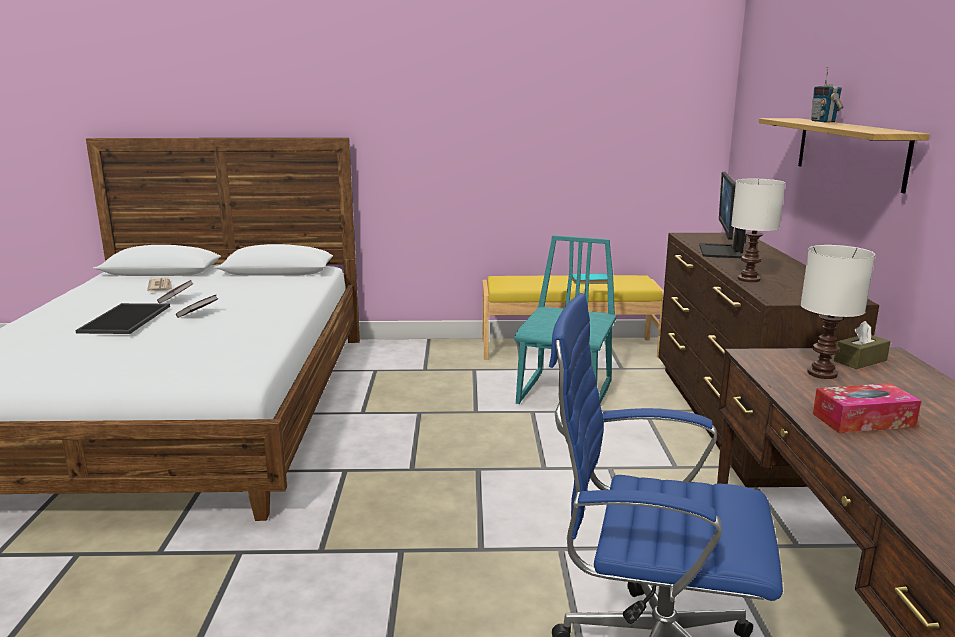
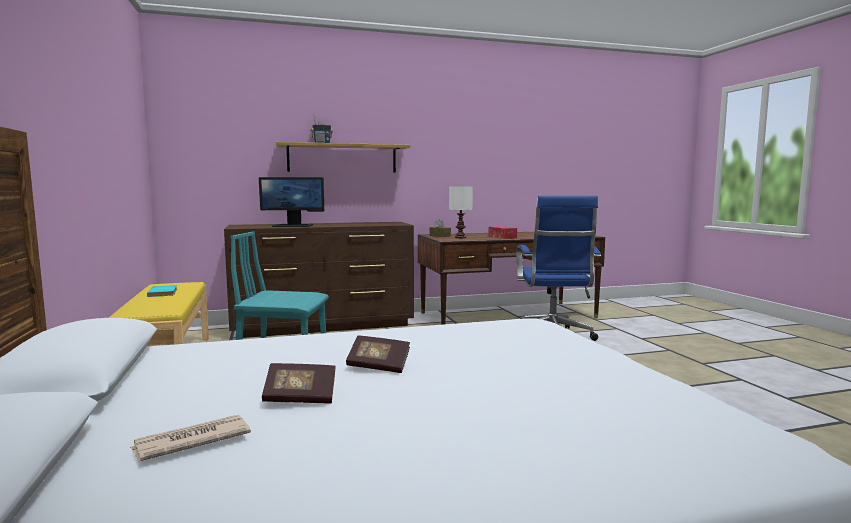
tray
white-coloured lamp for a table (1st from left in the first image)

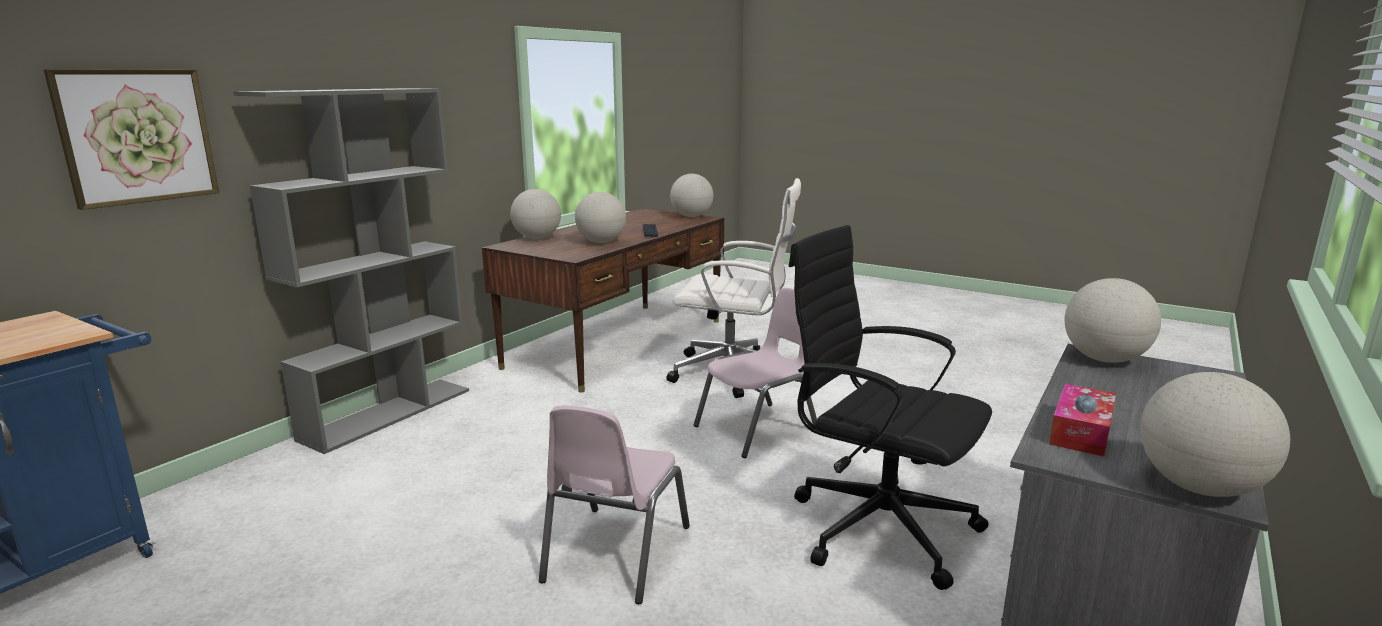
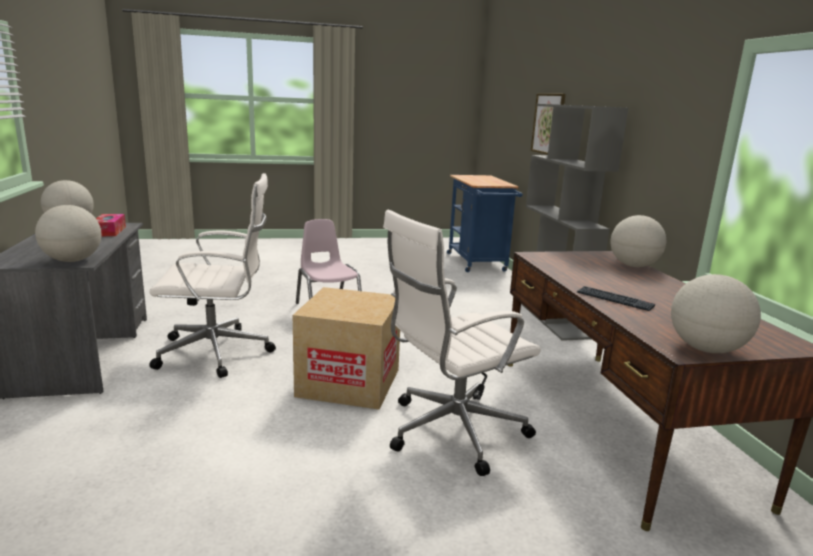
white-coloured office chair (1st from left)
cardboard box
desk globe (2nd from left in the first image)

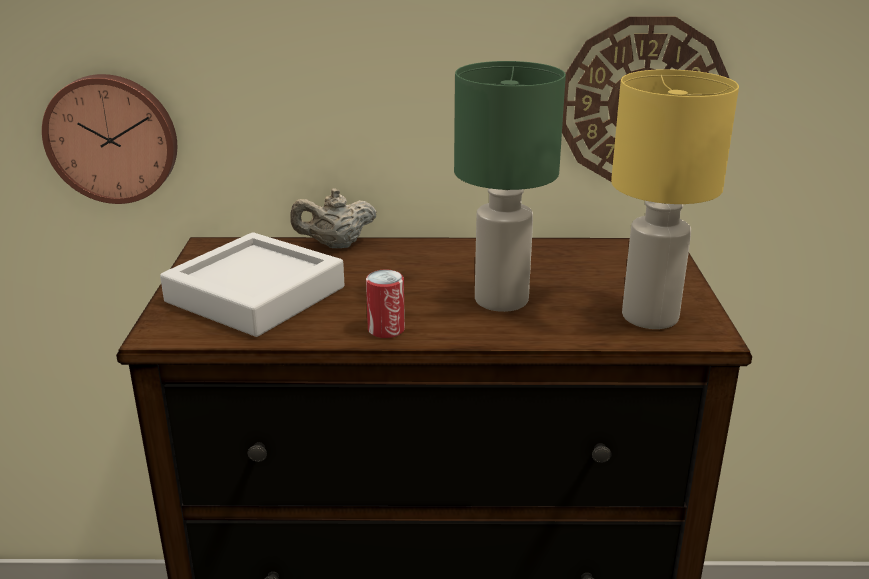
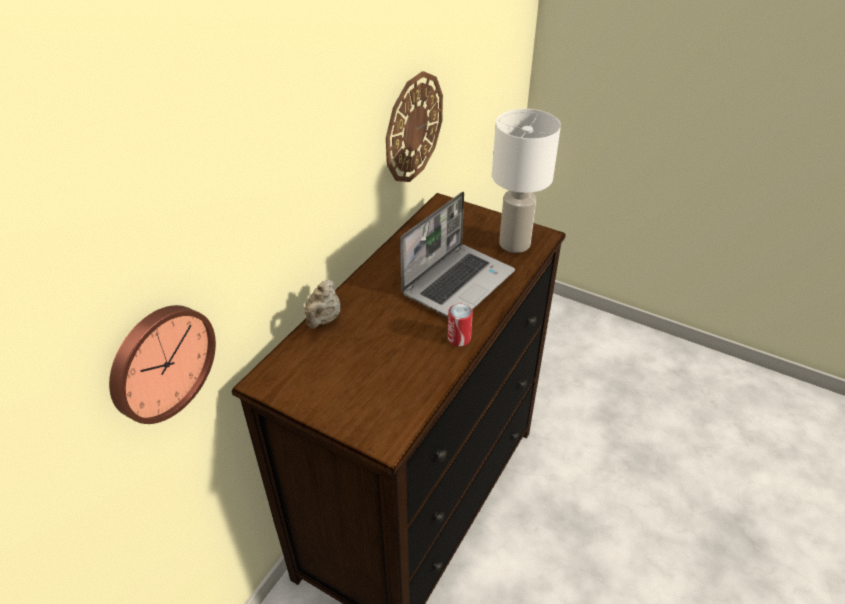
laptop
white-coloured lamp for a table
gray tray

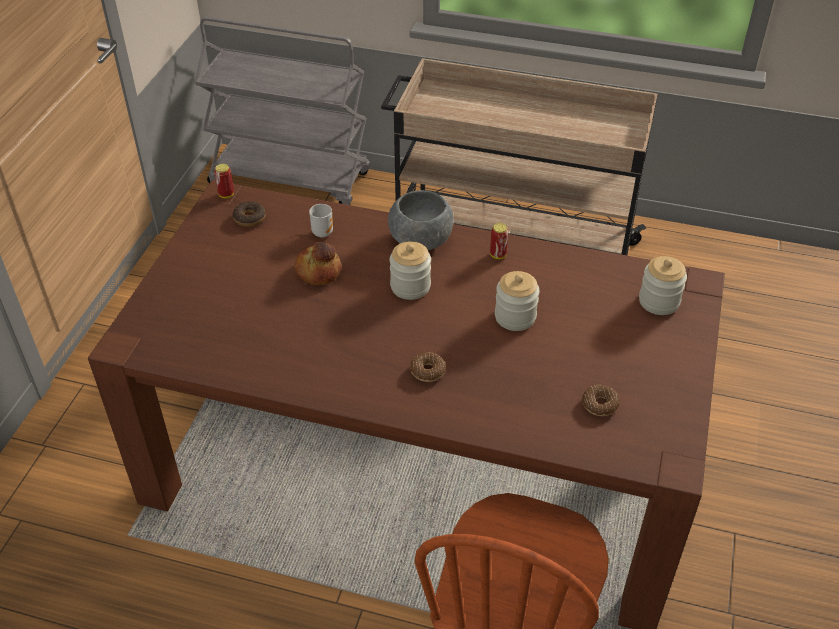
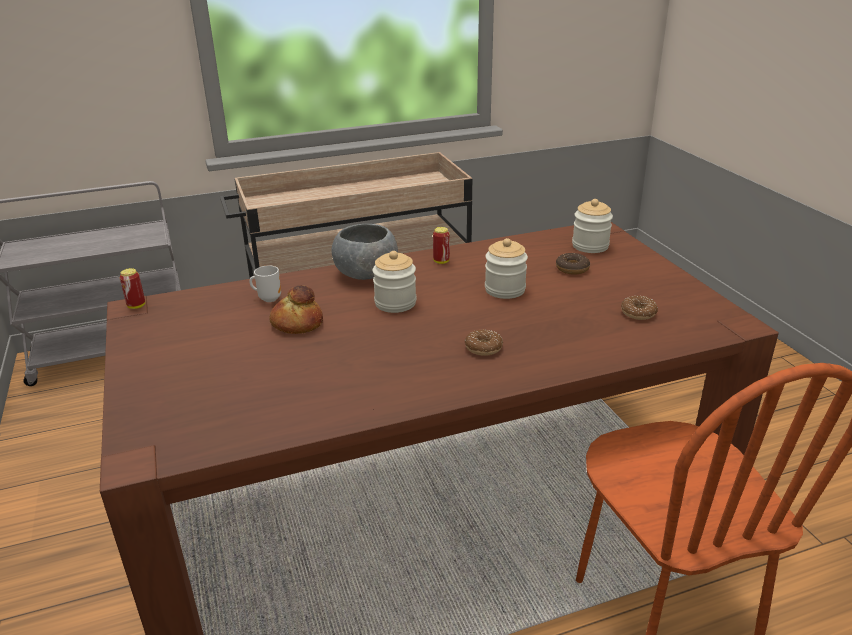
ring doughnut (2nd from left)

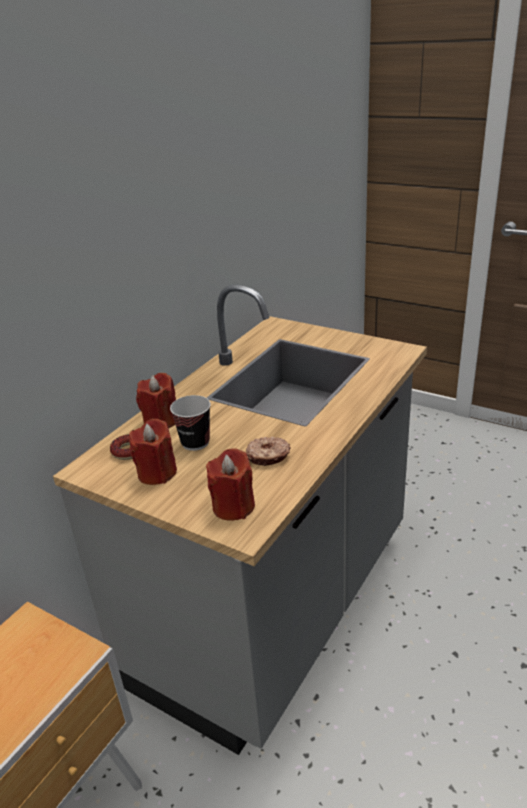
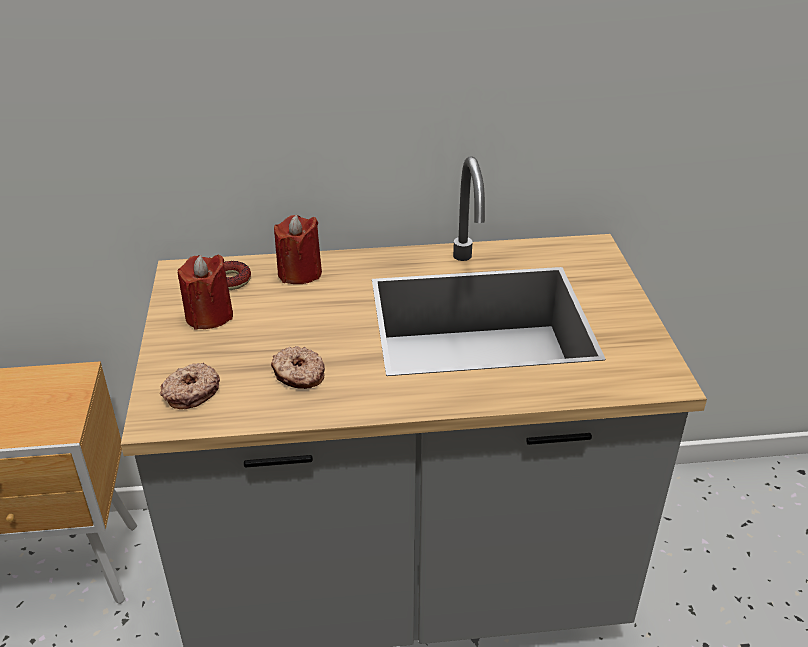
ring doughnut (1st from left)
small cup

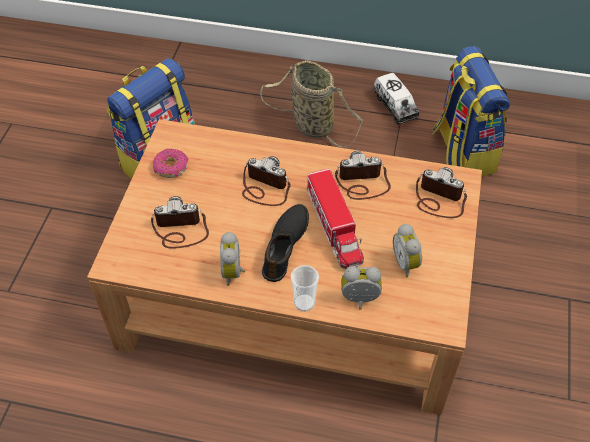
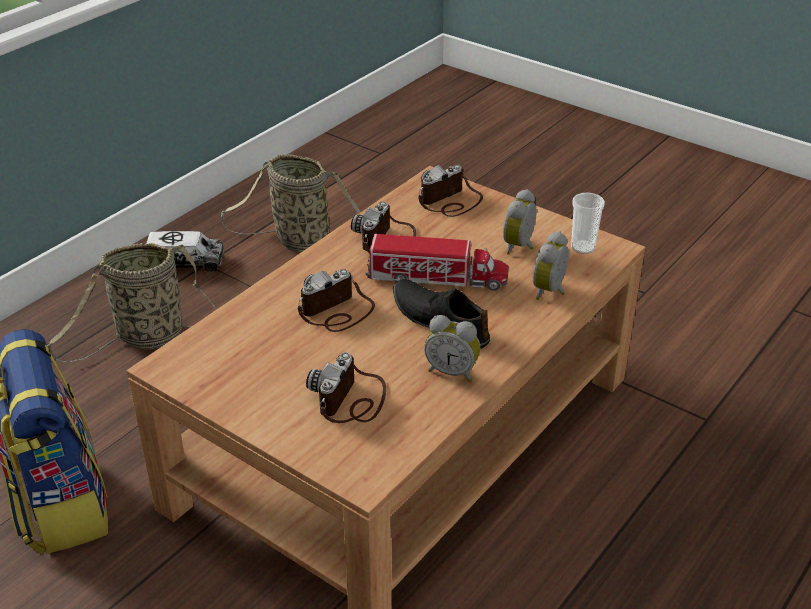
basket (2nd from left)
table clock (2nd from left)
small cup
ring doughnut

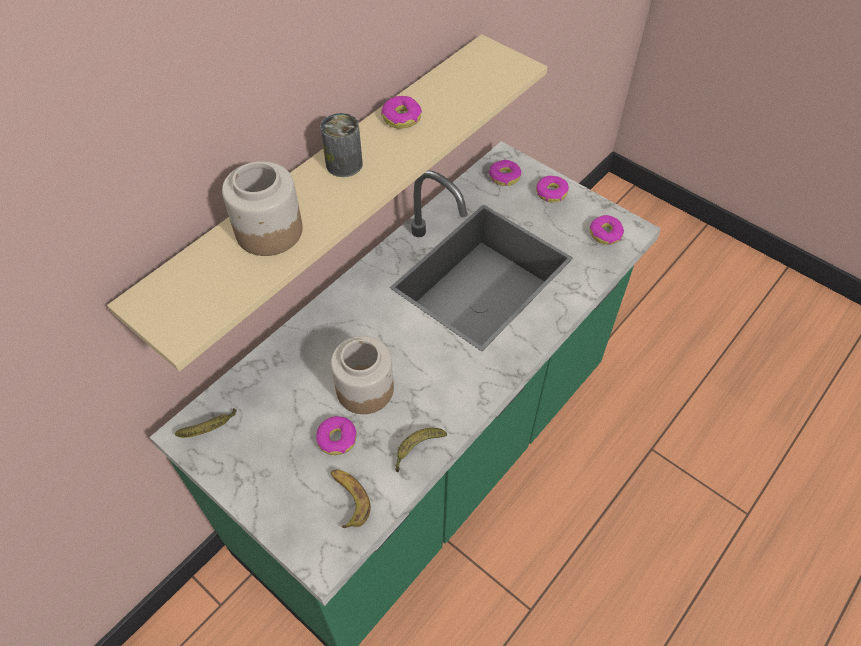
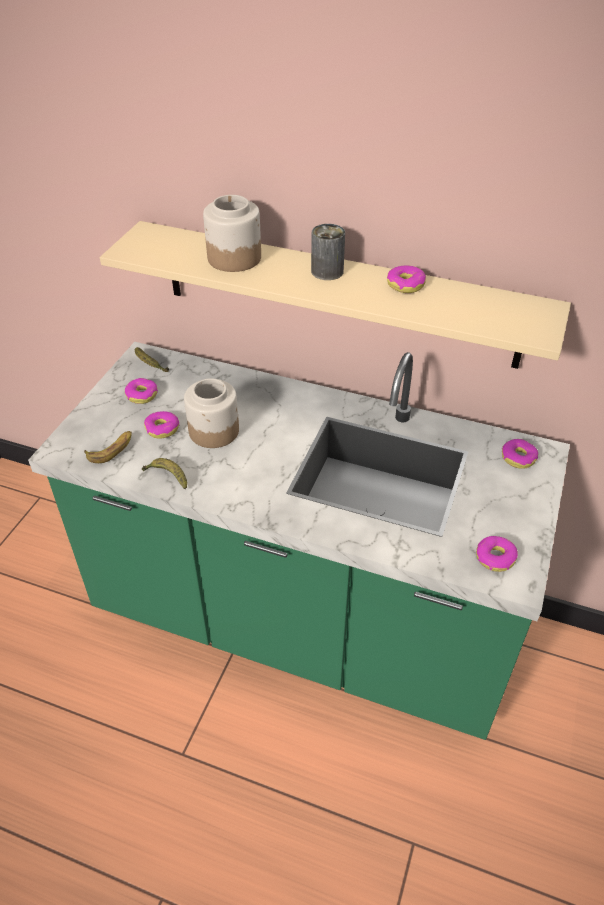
ring doughnut (1st from left)

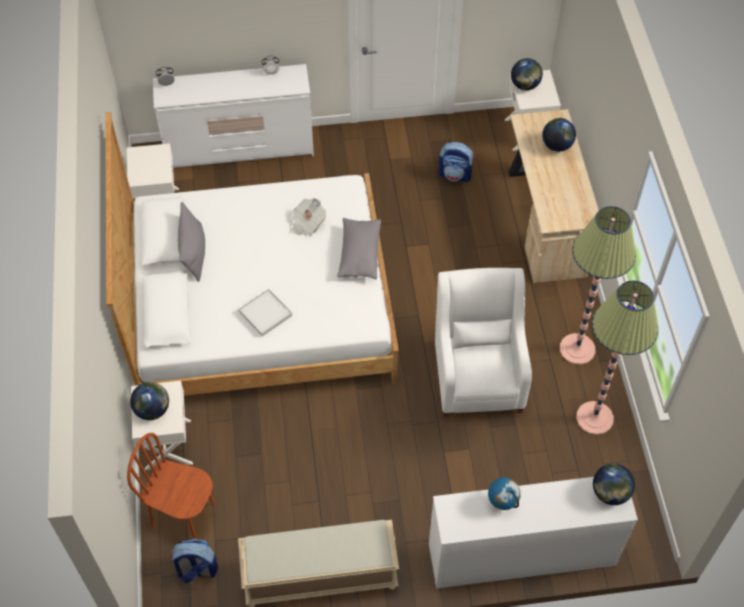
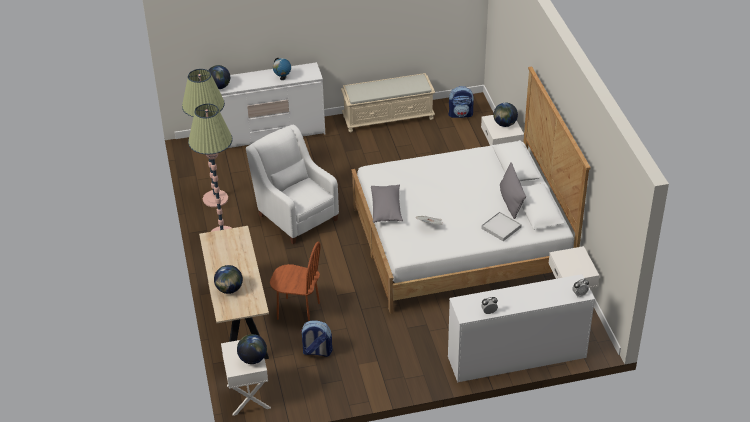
white-coloured armchair
brown-coloured chair
white-coloured tray

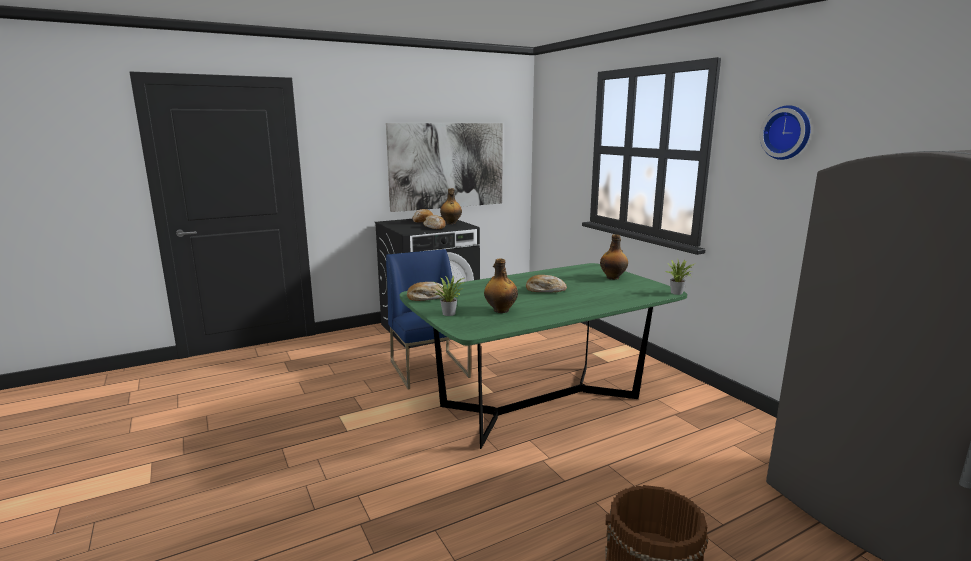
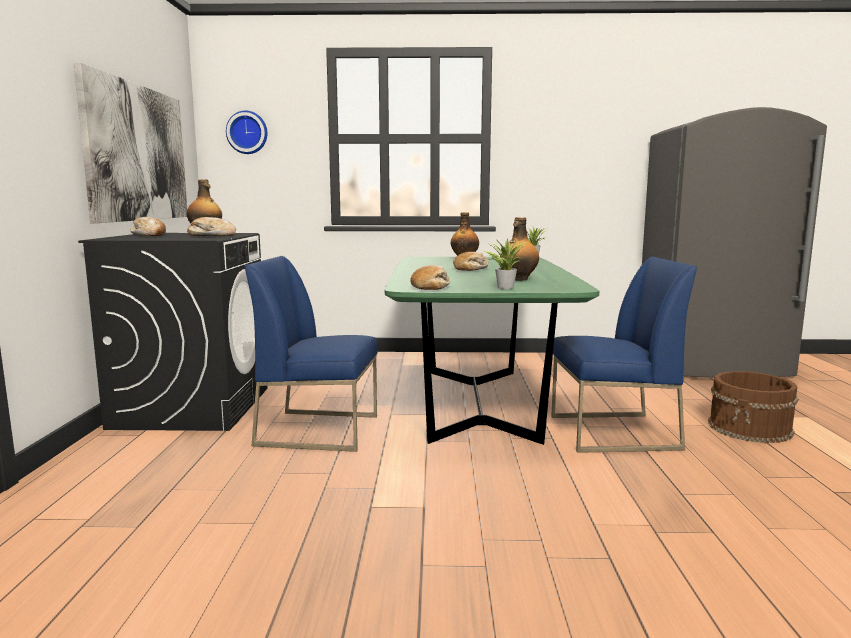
hanging clock
blue chair (2nd from left)

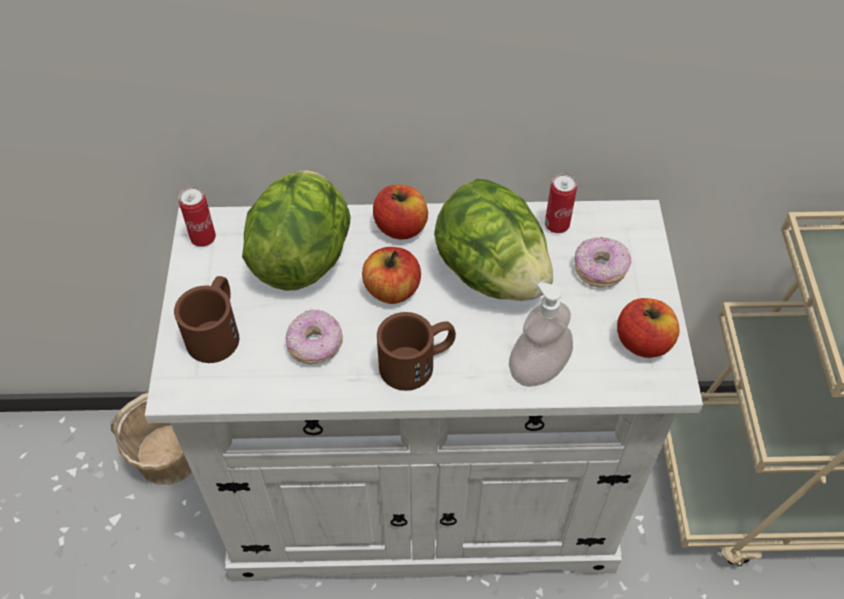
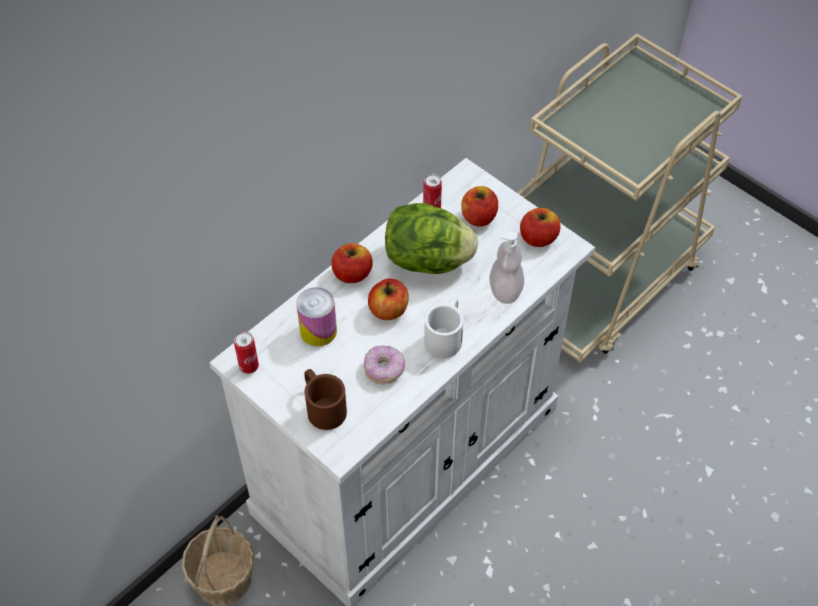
metal can (2nd from left)
white-coloured tea mug
whole apple (3rd from left)

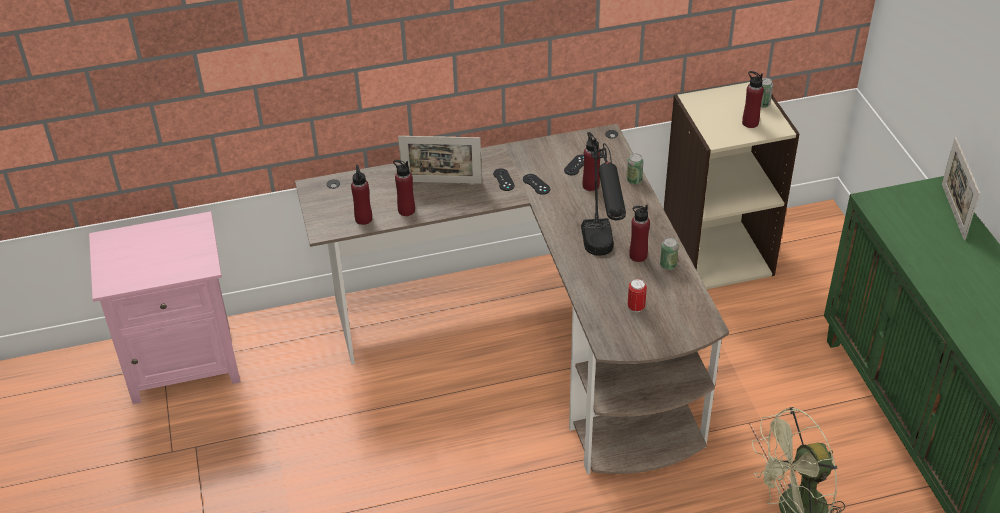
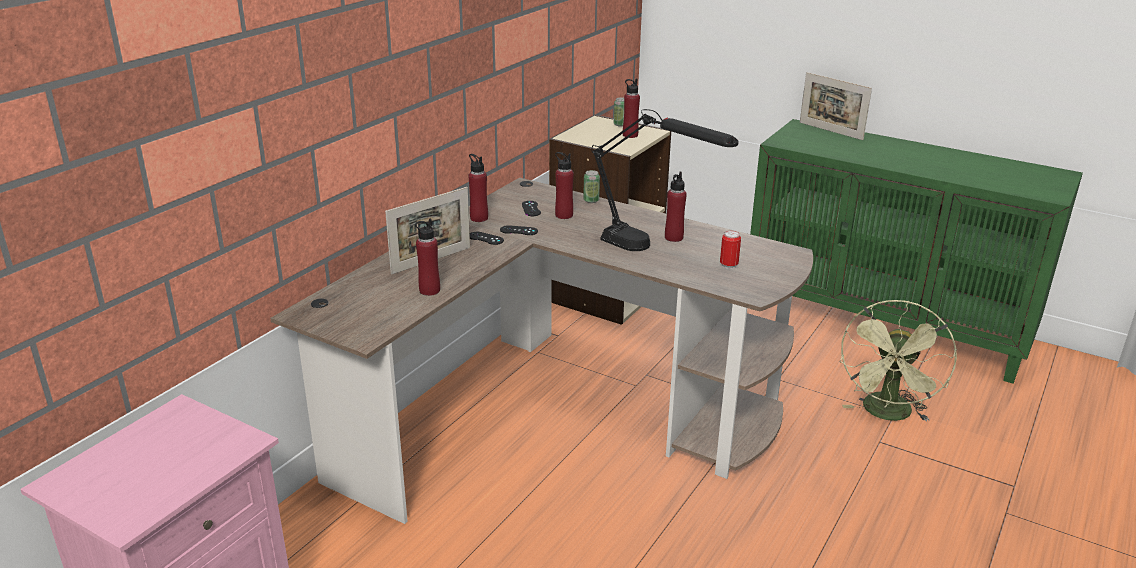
reddish bottle (2nd from left)
metal can (3rd from left in the first image)

